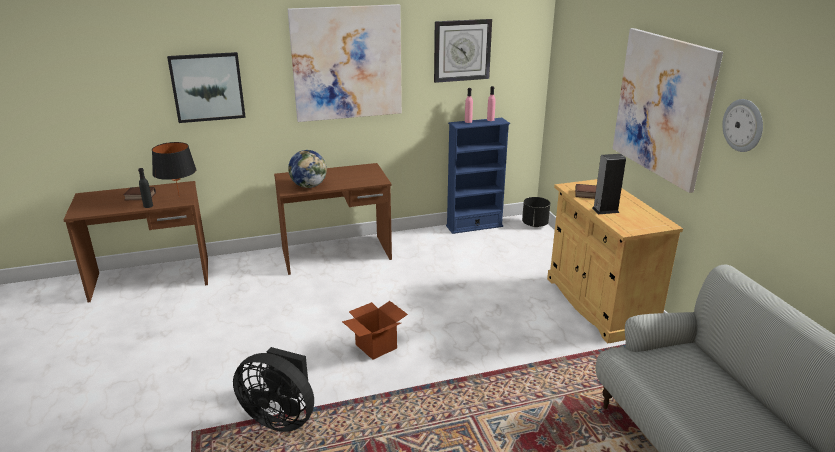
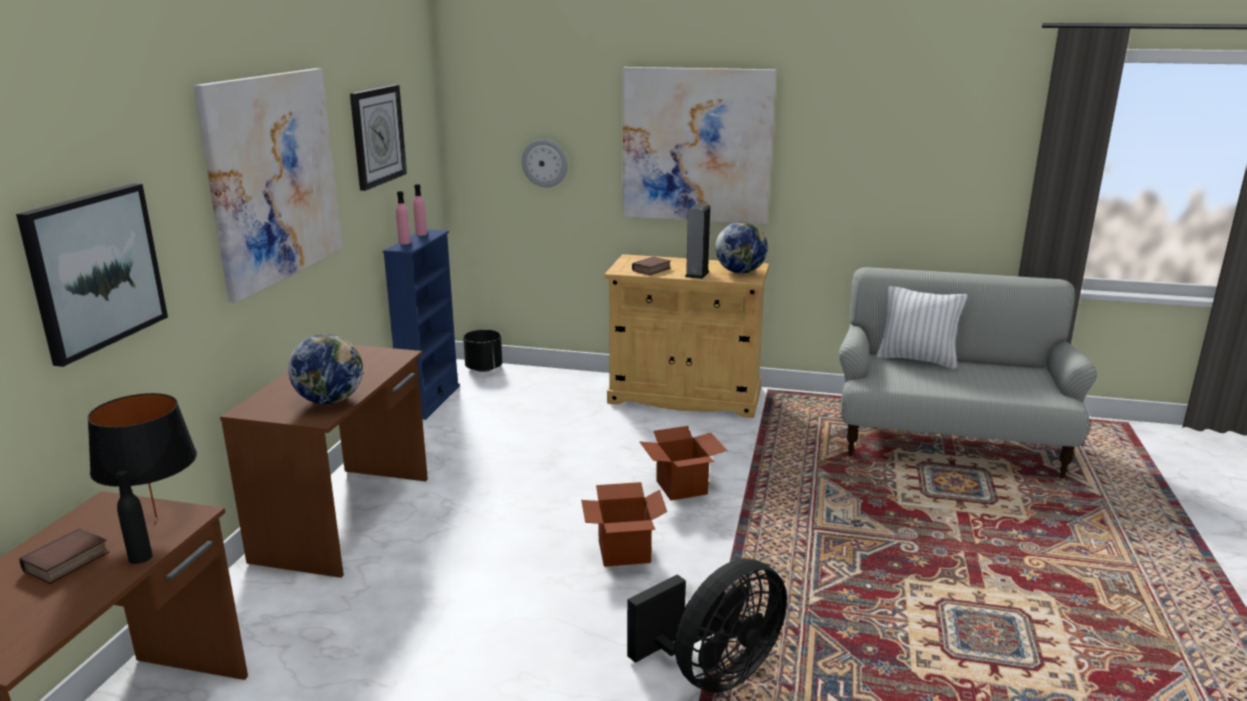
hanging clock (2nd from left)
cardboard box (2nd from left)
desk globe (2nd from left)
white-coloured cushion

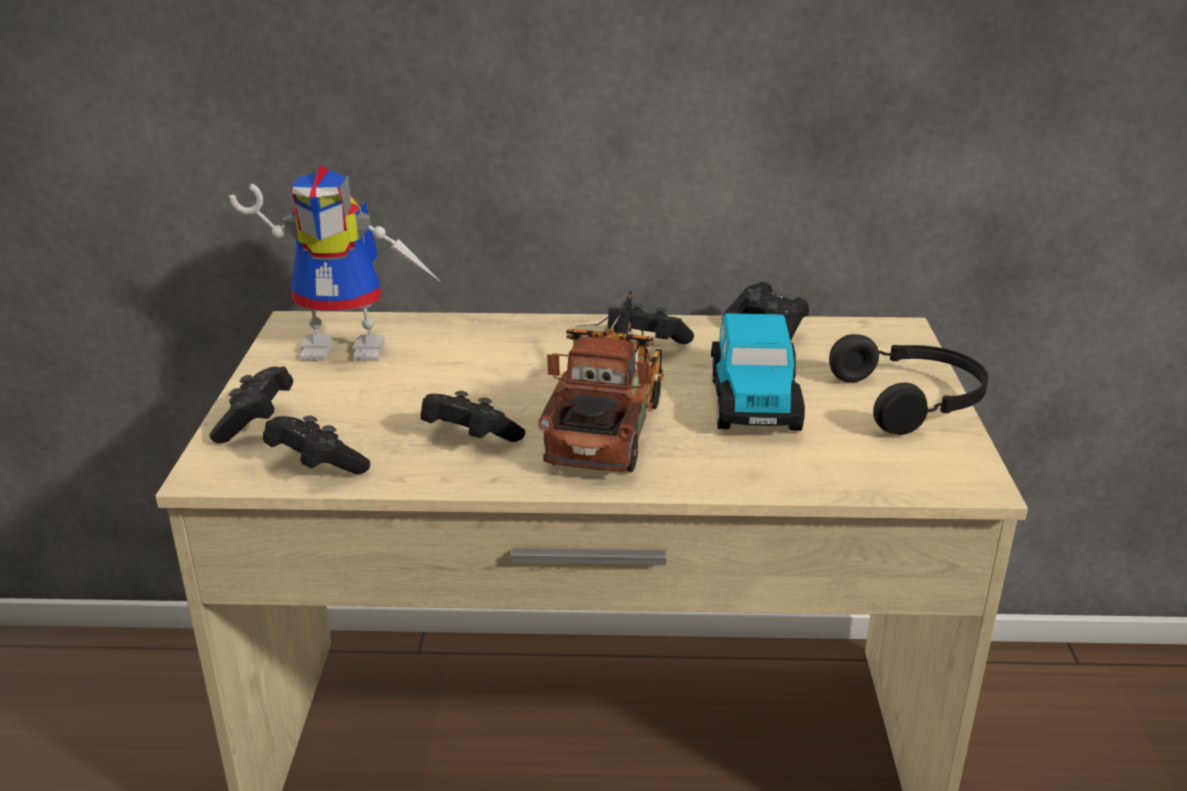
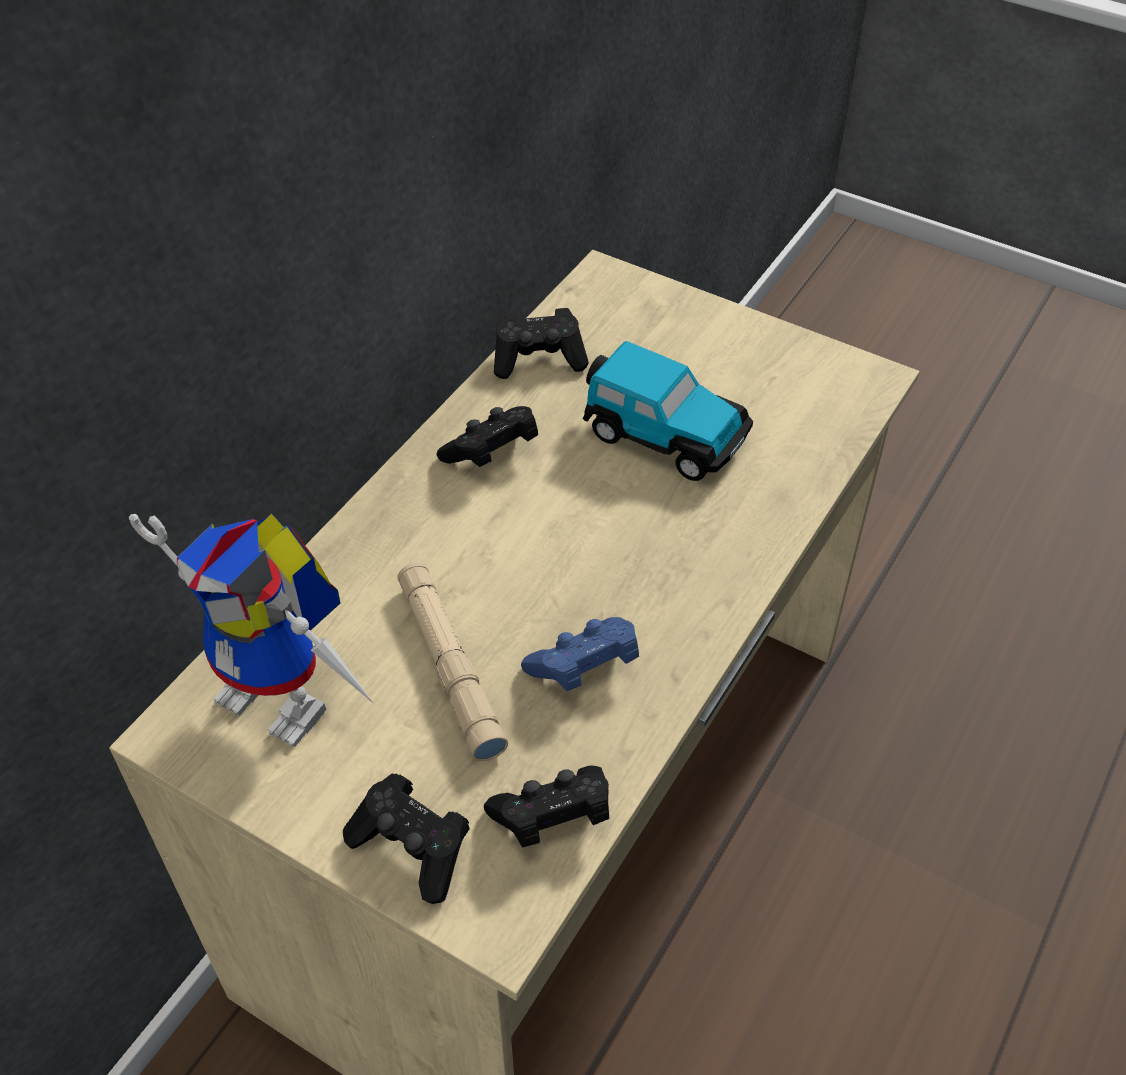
model robot
beige hand torch
blue game controller
model truck
black-coloured headphones

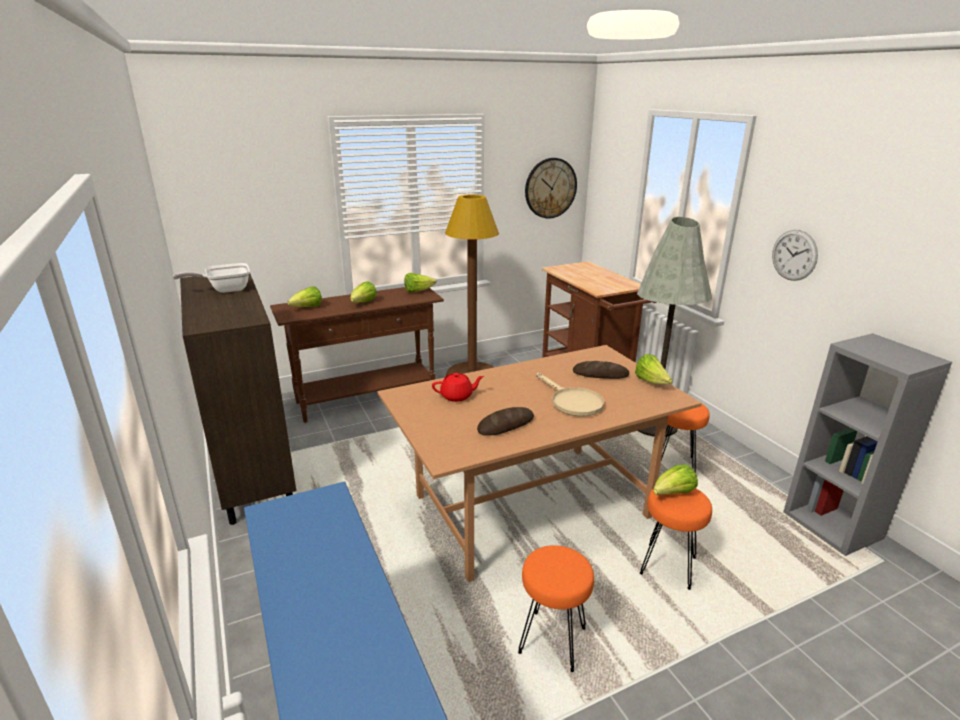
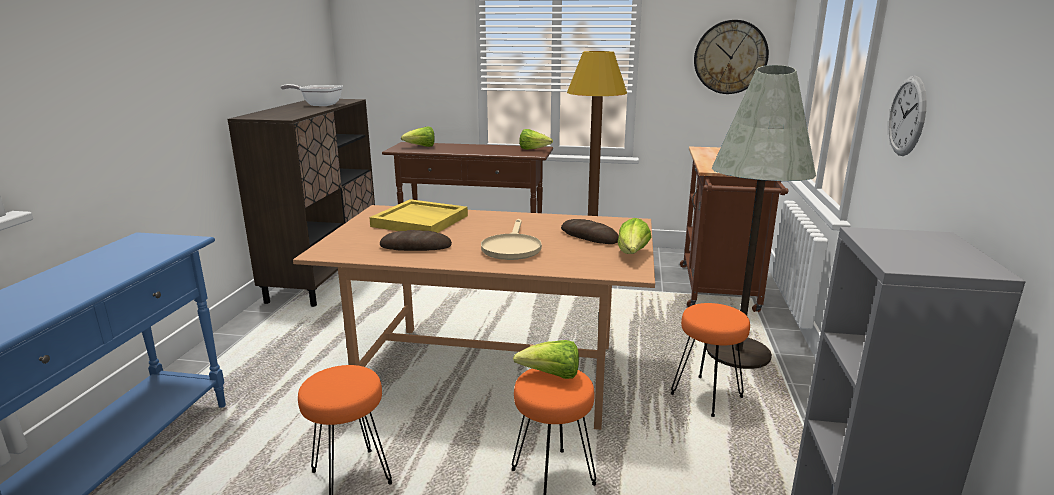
yellow tray
lettuce head (2nd from left in the first image)

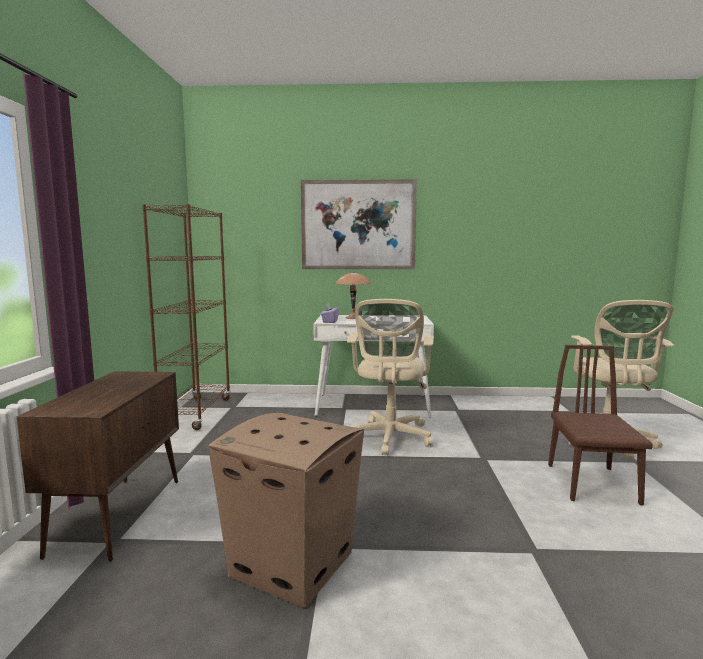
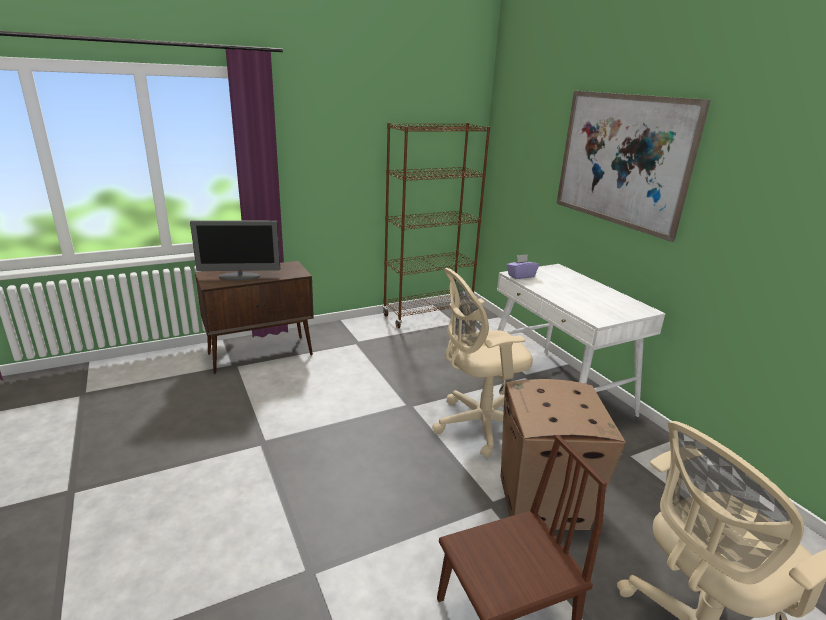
computer display
cardboard box
brown-coloured lamp for a table

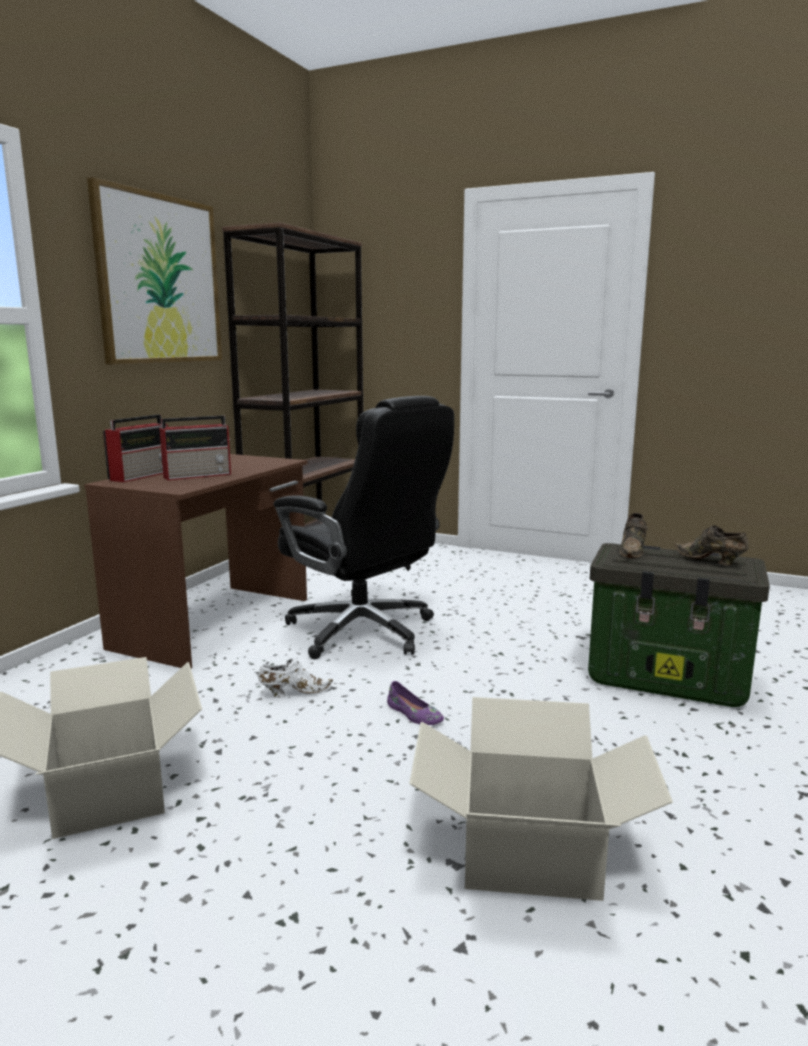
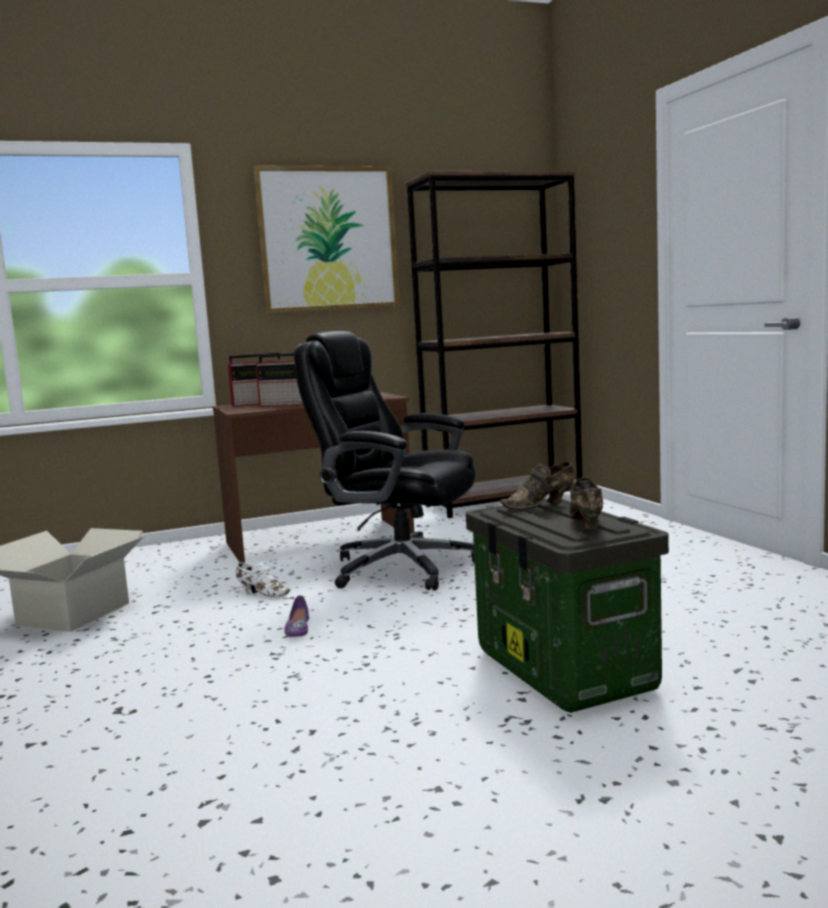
black-coloured office chair
cardboard box (2nd from left in the first image)

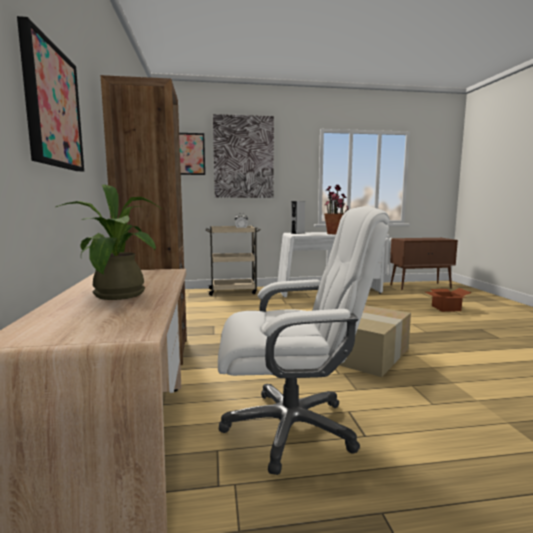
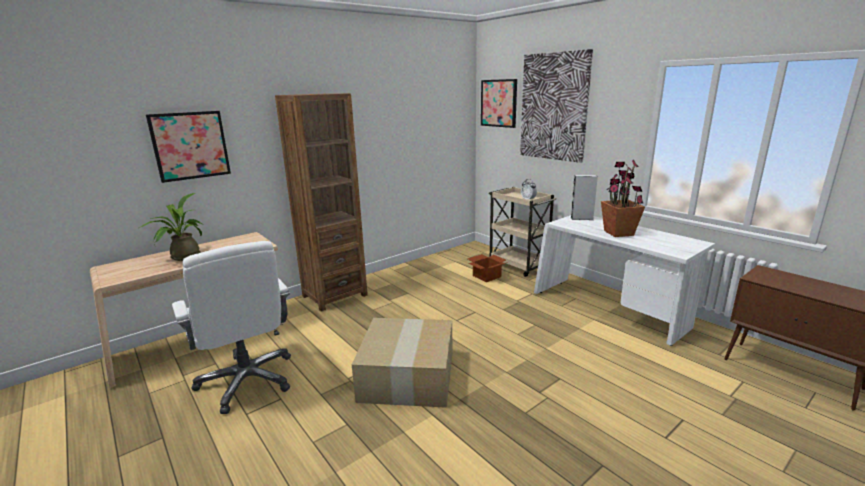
cardboard box (2nd from left)

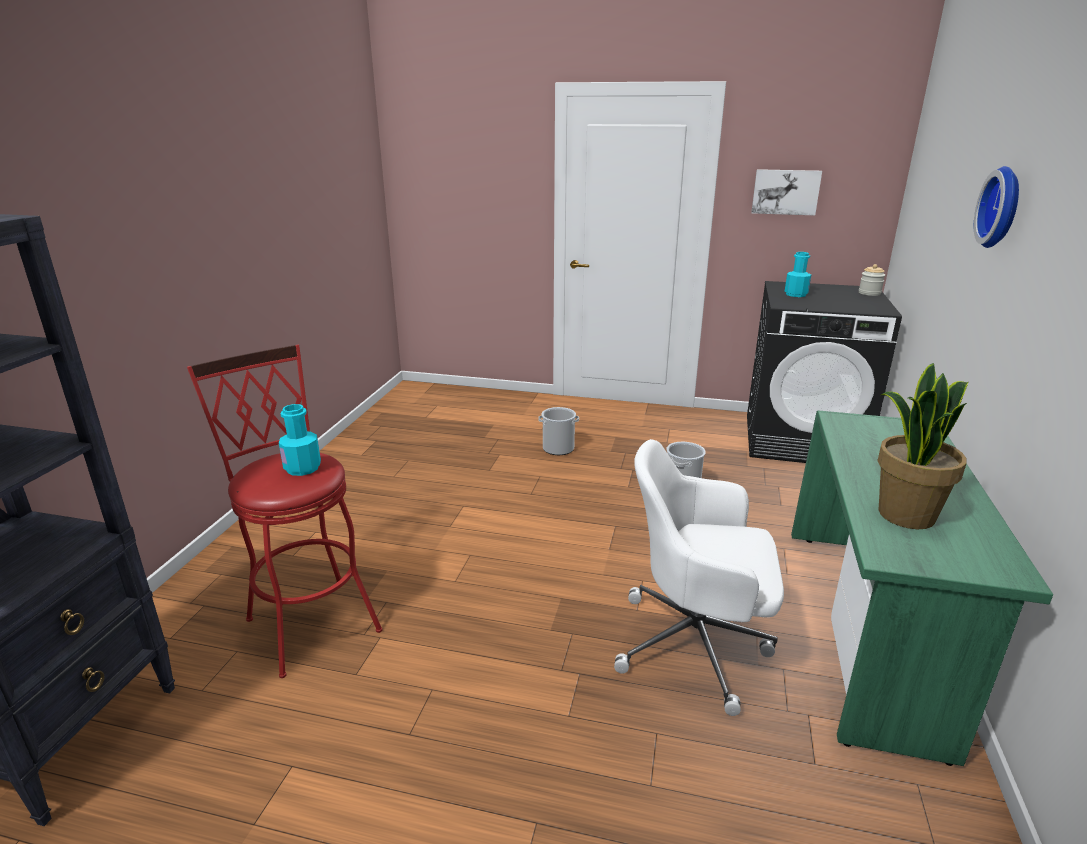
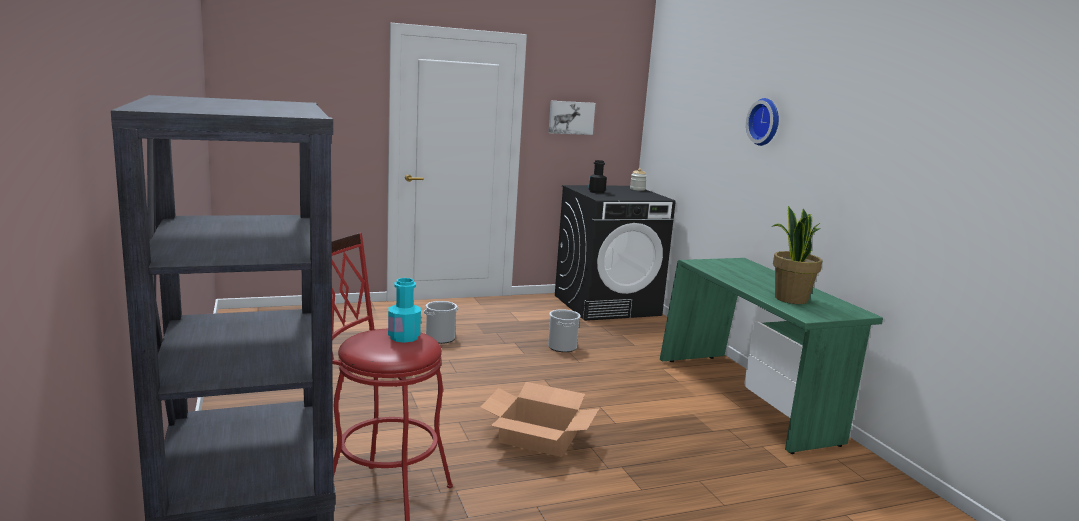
cardboard box
black-coloured bottle
white-coloured office chair

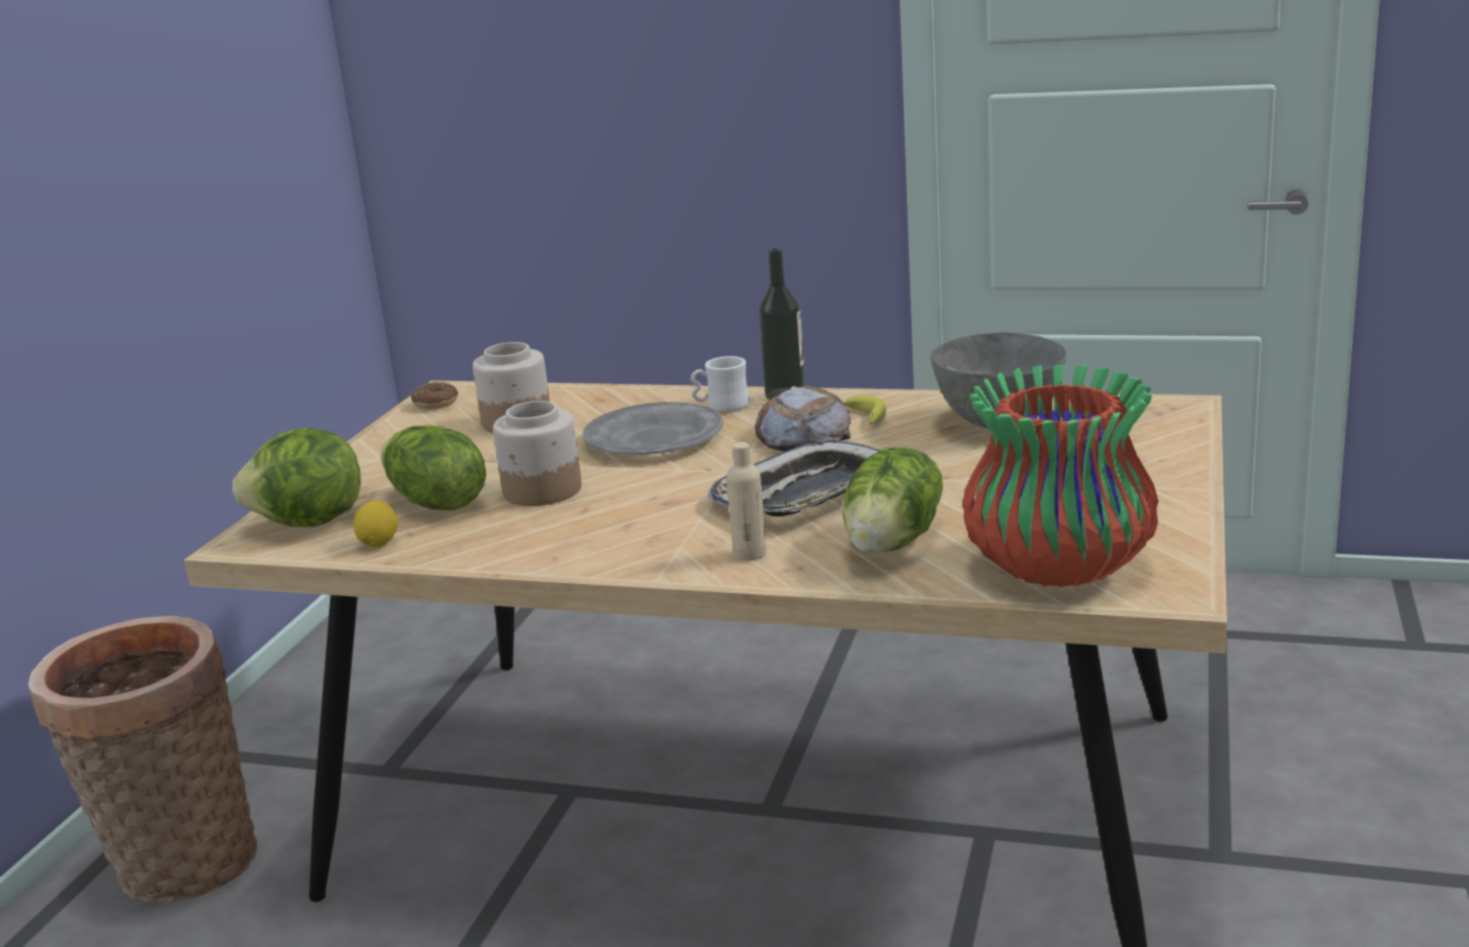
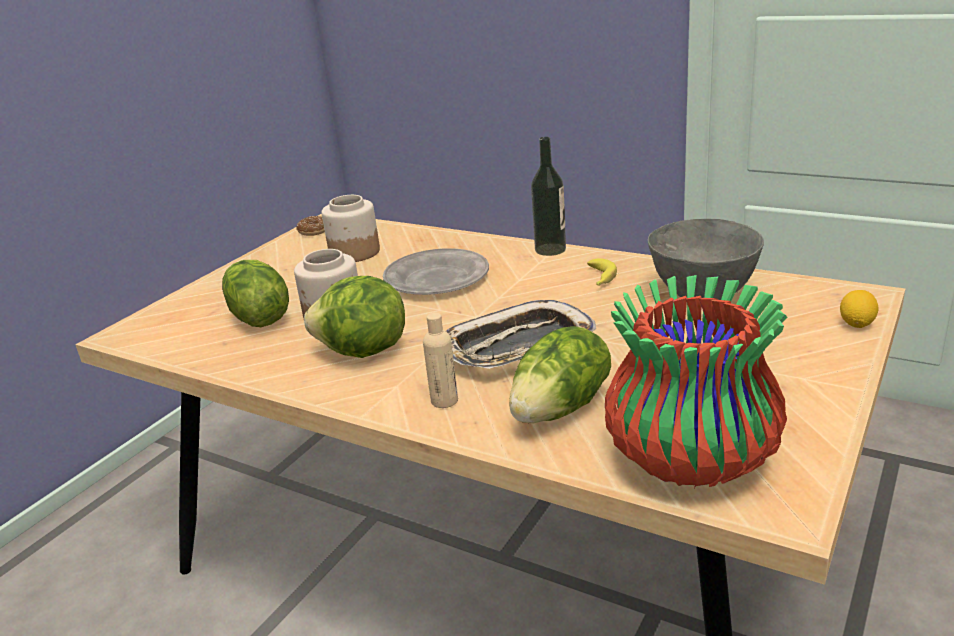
lettuce head (2nd from left)
whole lemon
basket
white-coloured tea mug
baked bread

